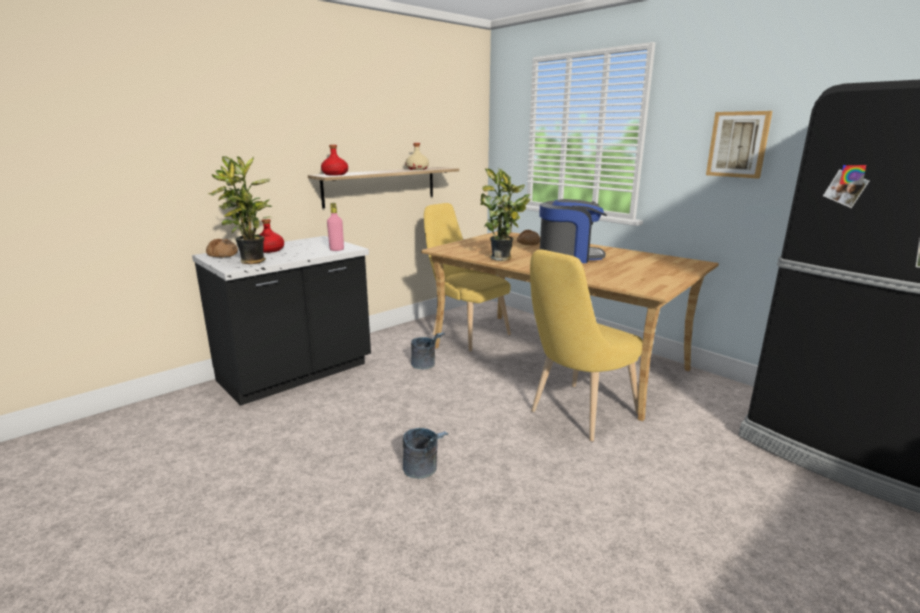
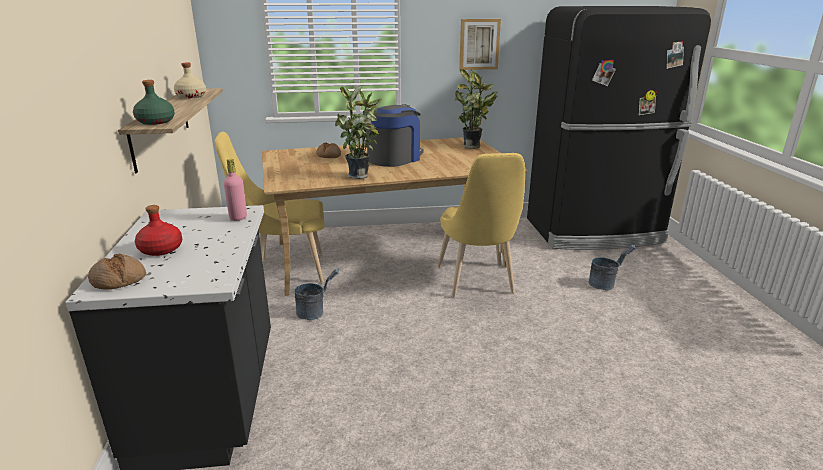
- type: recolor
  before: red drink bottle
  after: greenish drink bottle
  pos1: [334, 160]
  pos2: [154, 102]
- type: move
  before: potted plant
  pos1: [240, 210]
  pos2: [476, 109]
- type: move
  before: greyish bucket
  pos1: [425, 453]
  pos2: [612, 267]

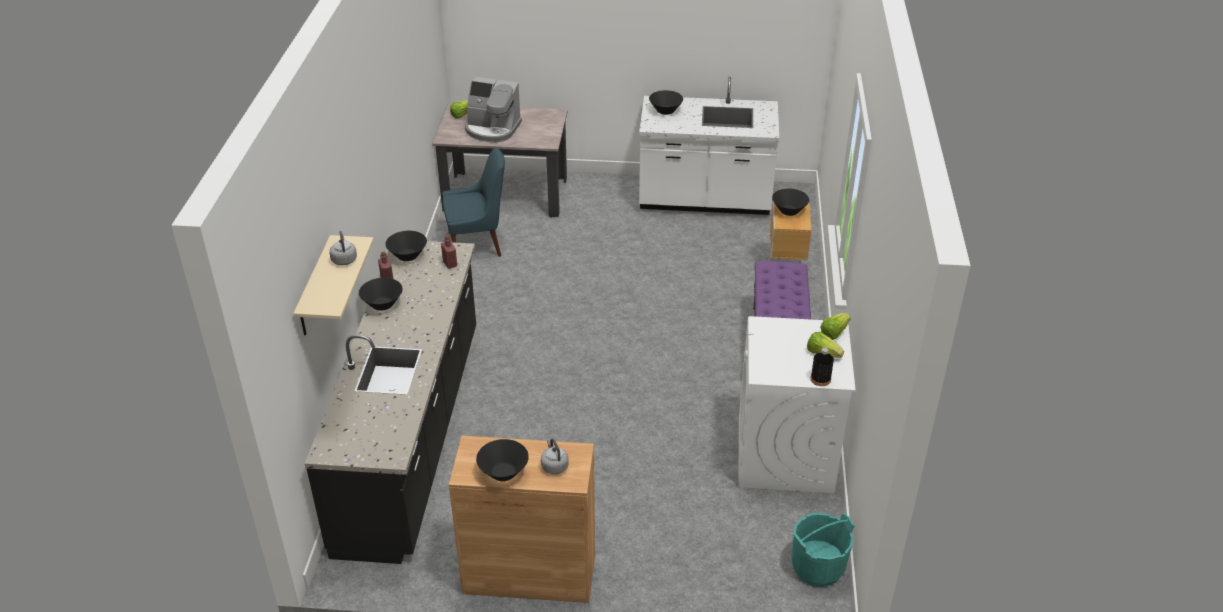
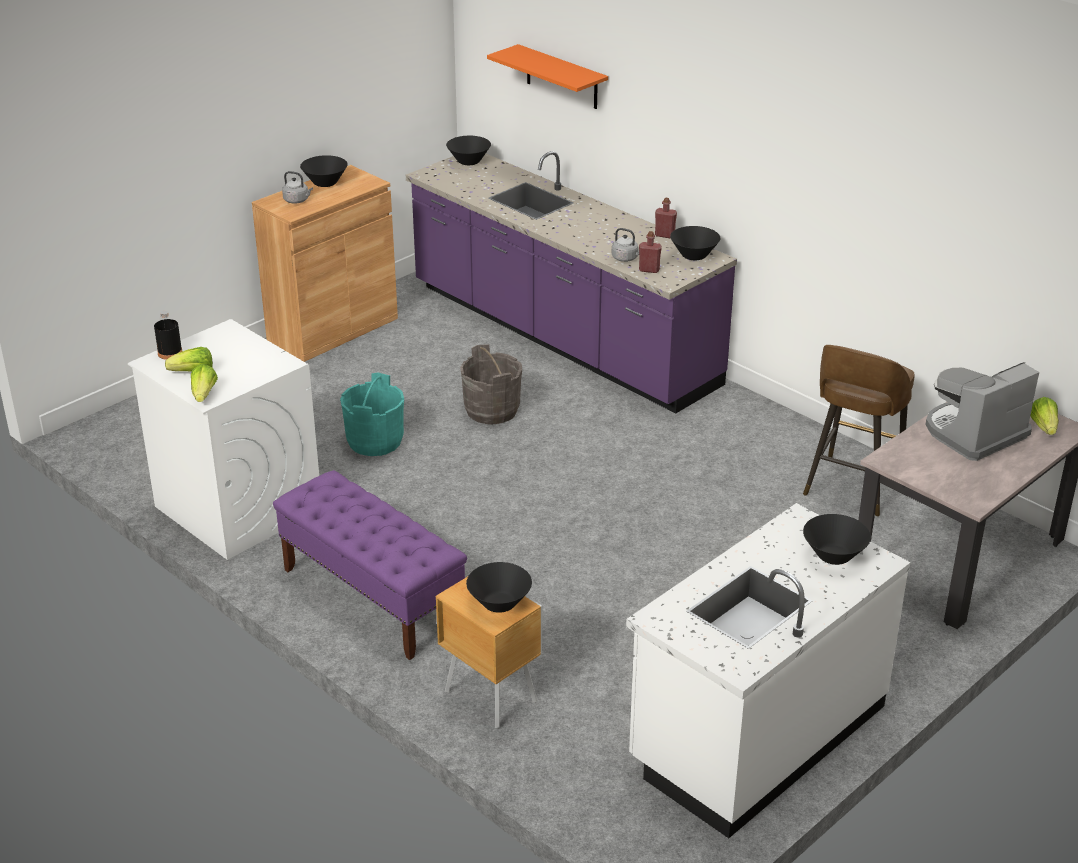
- type: move
  before: turquoise bucket
  pos1: [823, 550]
  pos2: [372, 414]
- type: recolor
  before: black kitchen base unit
  after: purple-coloured kitchen base unit
  pos1: [390, 402]
  pos2: [571, 282]
- type: move
  before: black deep dish
  pos1: [381, 294]
  pos2: [468, 150]
- type: insert
  after: greyish bucket
  pos2: [491, 384]
- type: recolor
  before: sand-coloured shelf
  after: orangey shelf
  pos1: [333, 285]
  pos2: [547, 76]
- type: move
  before: greyish kettle
  pos1: [343, 248]
  pos2: [625, 245]
- type: replace
  before: blue plain chair
  after: brown stool seat
  pos1: [473, 202]
  pos2: [859, 431]

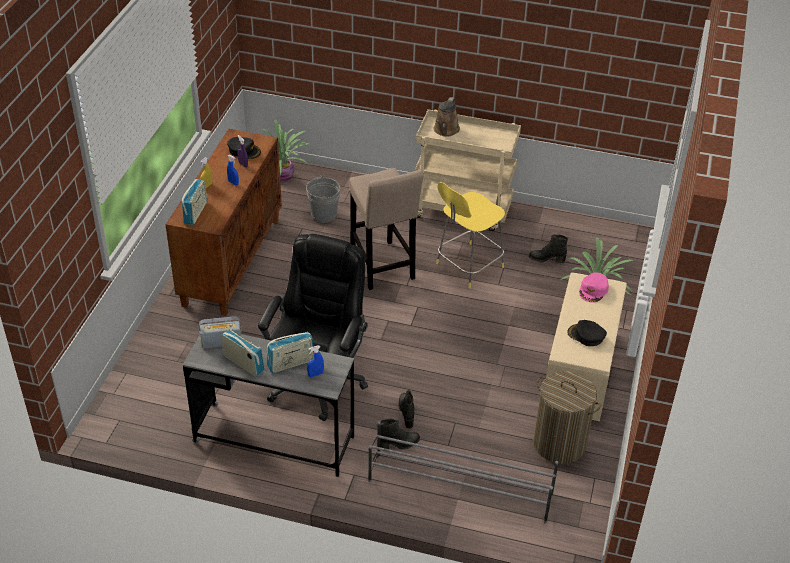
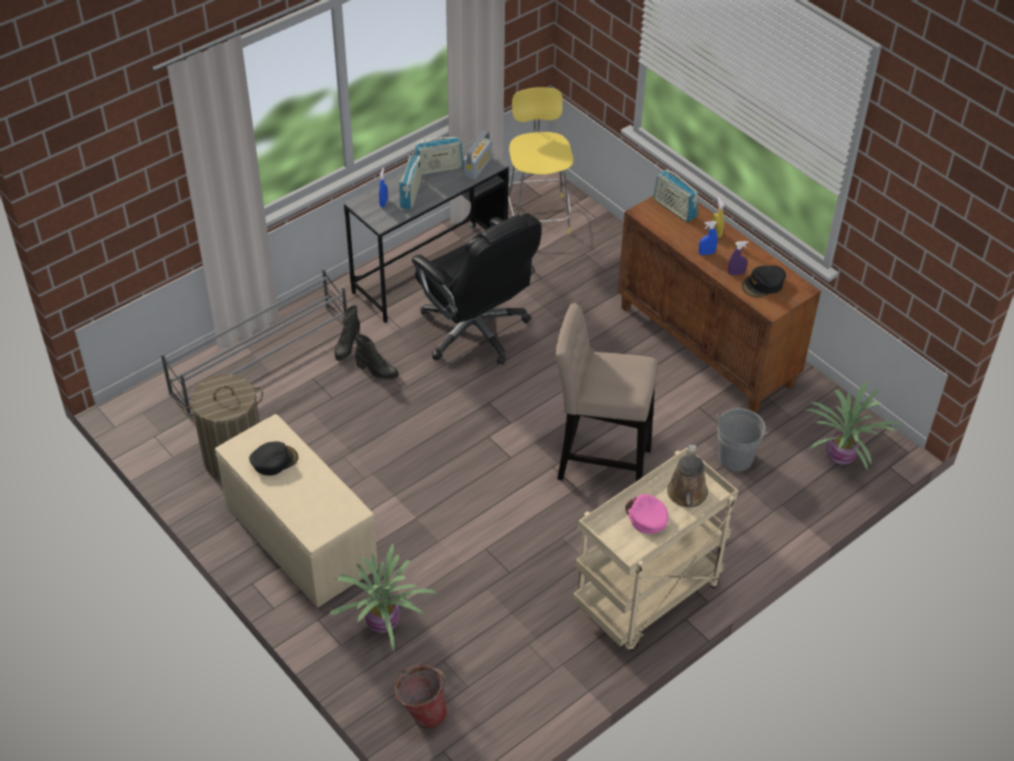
- type: insert
  after: bucket
  pos2: [420, 697]
- type: move
  before: yellowish stool seat
  pos1: [470, 235]
  pos2: [541, 160]
- type: move
  before: pinkish cap
  pos1: [594, 287]
  pos2: [647, 514]
- type: rotate
  before: brown sprinkling can
  pos1: [446, 117]
  pos2: [687, 476]
  turn: -135
- type: delete
  before: black tall boot
  pos1: [548, 248]

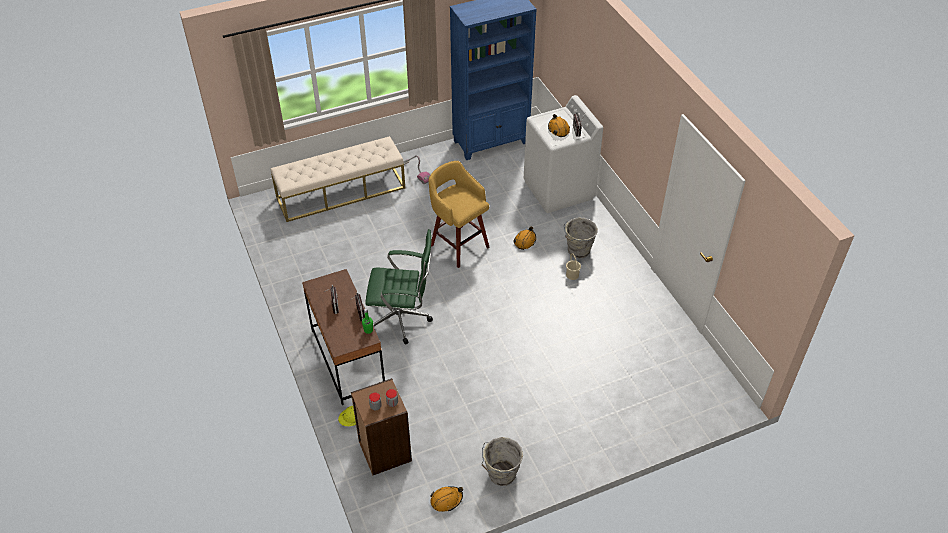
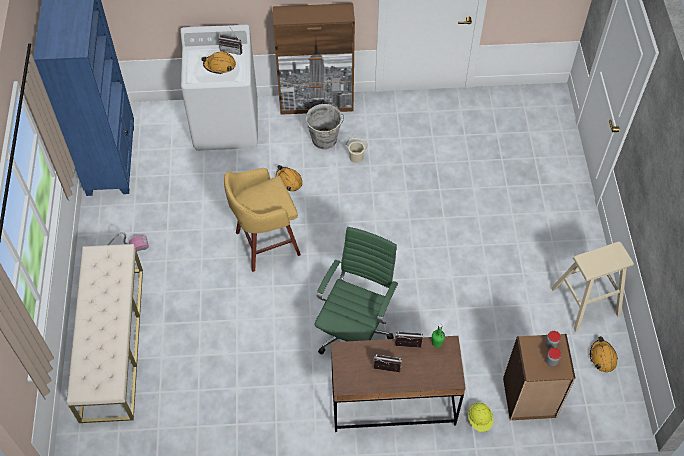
- type: insert
  after: brown cabinet
  pos2: [314, 59]
- type: replace
  before: greyish bucket
  after: sand-coloured stool seat
  pos1: [502, 461]
  pos2: [592, 286]

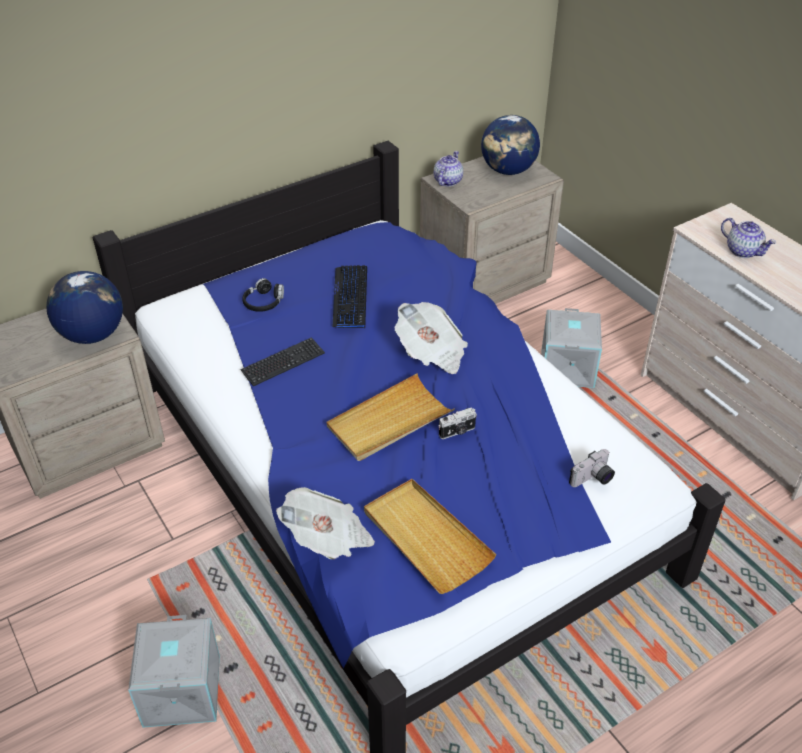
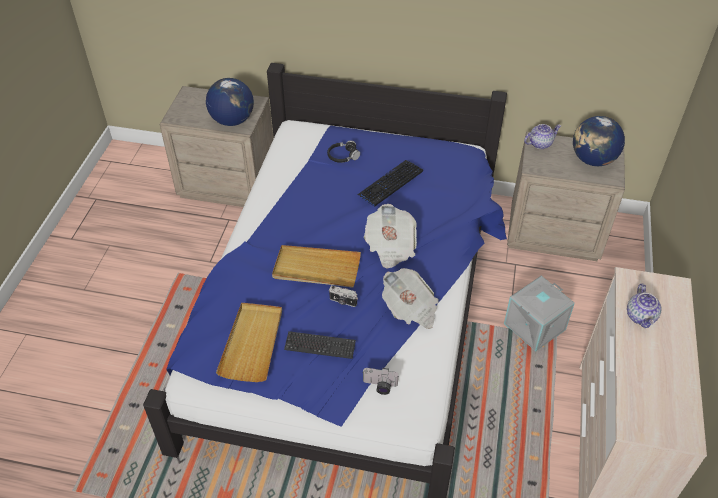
- type: move
  before: PC keyboard
  pos1: [283, 361]
  pos2: [320, 345]
- type: move
  before: printed paper
  pos1: [325, 523]
  pos2: [410, 298]
- type: delete
  before: greyish storage box
  pos1: [174, 671]

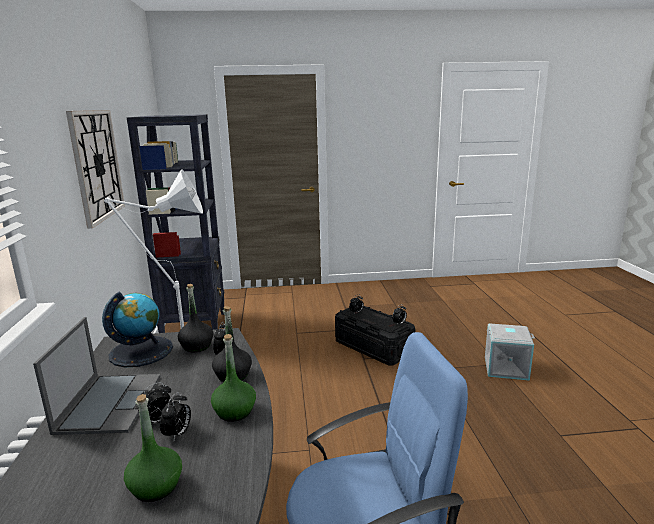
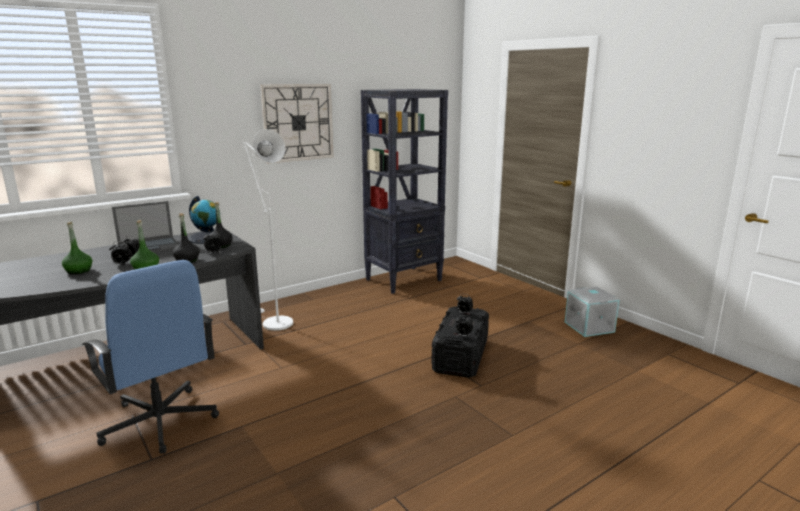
- type: move
  before: greyish storage box
  pos1: [510, 352]
  pos2: [592, 312]

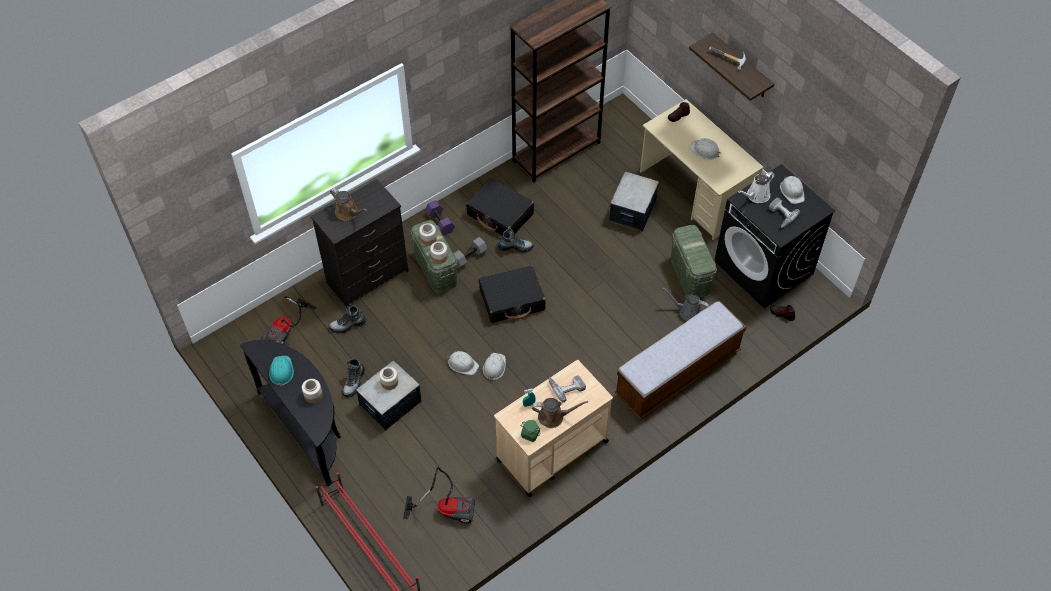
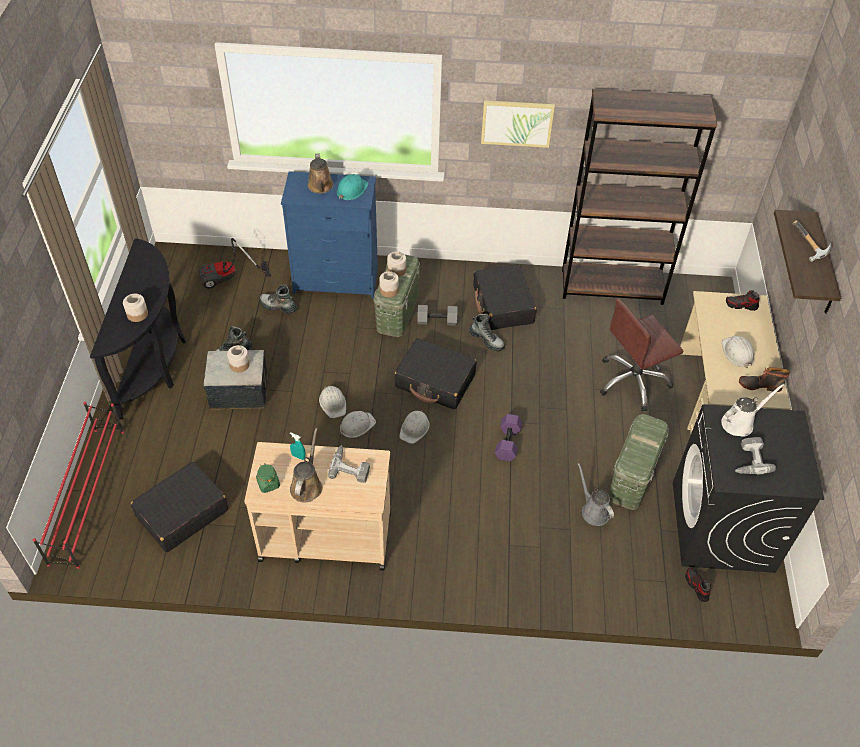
- type: replace
  before: hoover
  after: black travel case
  pos1: [439, 495]
  pos2: [179, 506]
- type: recolor
  before: black chest of drawers
  after: blue chest of drawers
  pos1: [360, 243]
  pos2: [329, 235]
- type: rotate
  before: brown sprinkling can
  pos1: [560, 413]
  pos2: [306, 465]
  turn: -120
- type: move
  before: turquoise safety helmet
  pos1: [281, 371]
  pos2: [353, 187]
- type: move
  before: white safety helmet
  pos1: [792, 190]
  pos2: [414, 427]
- type: insert
  after: wall picture
  pos2: [518, 124]
- type: move
  before: purple-coloured free weight
  pos1: [440, 218]
  pos2: [508, 438]
- type: replace
  before: storage box
  after: brown desk chair
  pos1: [634, 201]
  pos2: [642, 355]
- type: rotate
  before: white sprinkling can
  pos1: [756, 187]
  pos2: [753, 410]
  turn: 150
- type: insert
  after: tall boot
  pos2: [764, 379]
- type: delete
  before: long seat
  pos1: [680, 360]

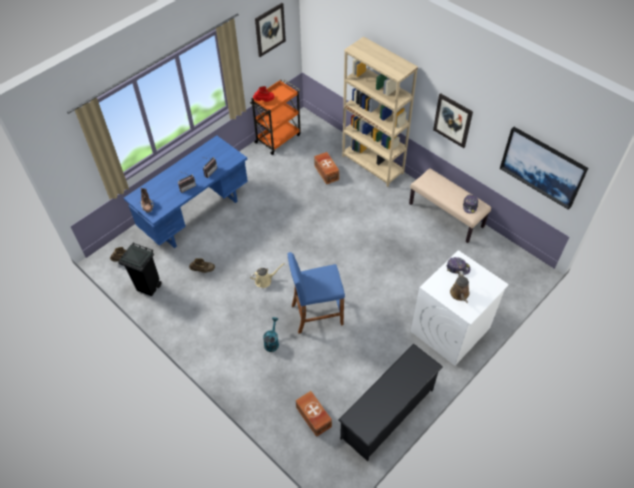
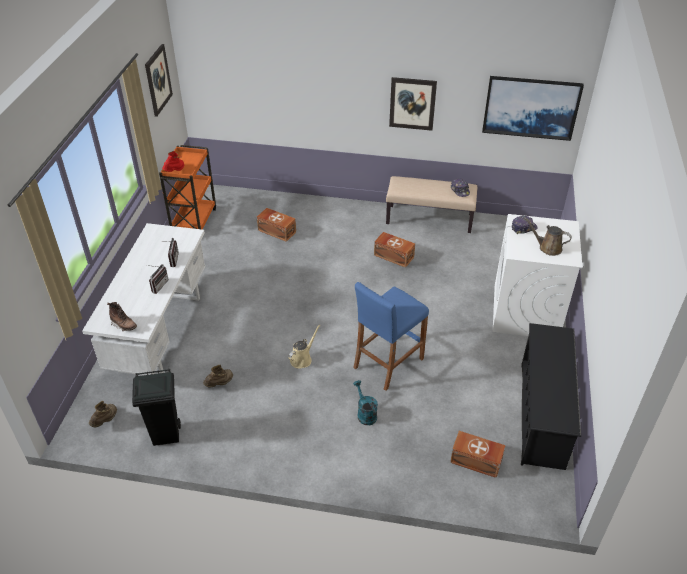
- type: recolor
  before: blue desk unit
  after: white desk unit
  pos1: [186, 192]
  pos2: [143, 299]
- type: insert
  after: brown storage box
  pos2: [394, 250]
- type: rotate
  before: brown sprinkling can
  pos1: [459, 287]
  pos2: [548, 236]
  turn: 150
- type: delete
  before: sand-coloured shelving unit
  pos1: [380, 112]

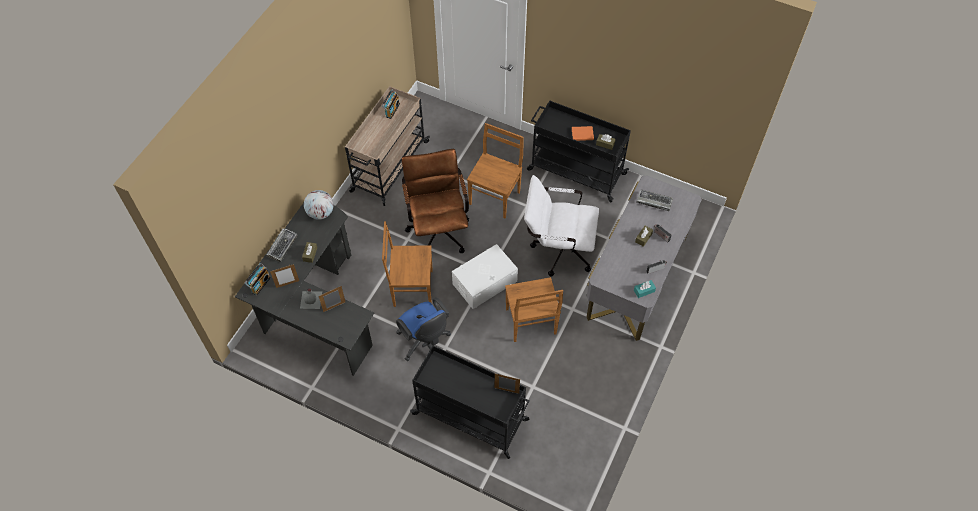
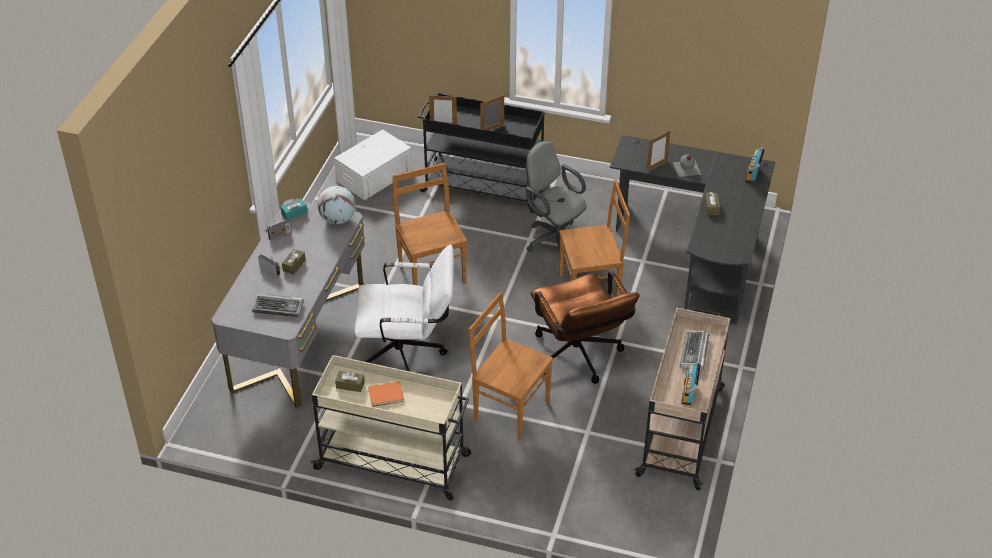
- type: recolor
  before: black cart
  after: sand-coloured cart
  pos1: [579, 152]
  pos2: [391, 427]
- type: move
  before: world globe
  pos1: [319, 205]
  pos2: [336, 205]
- type: move
  before: white storage box
  pos1: [485, 276]
  pos2: [373, 164]
- type: rotate
  before: brown plain chair
  pos1: [495, 170]
  pos2: [511, 366]
  turn: 105
- type: move
  before: photo frame
  pos1: [284, 276]
  pos2: [492, 112]
- type: recolor
  before: blue desk chair
  after: greyish desk chair
  pos1: [423, 329]
  pos2: [556, 202]
- type: move
  before: PC keyboard
  pos1: [282, 245]
  pos2: [694, 350]

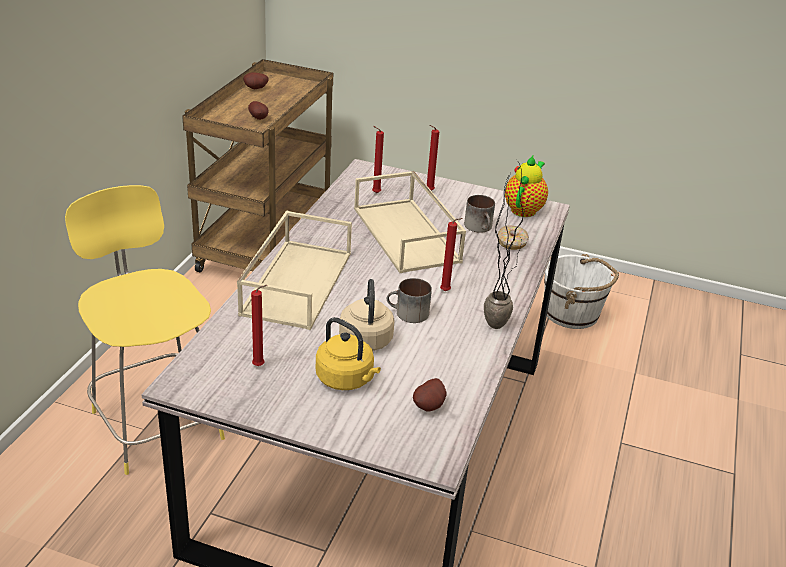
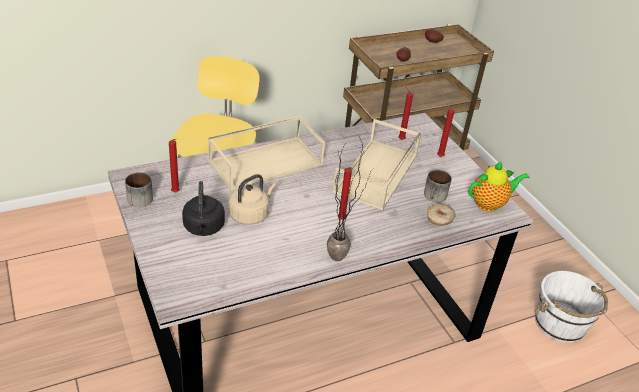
- type: move
  before: tea mug
  pos1: [409, 300]
  pos2: [139, 189]
- type: recolor
  before: yellowish kettle
  after: black kettle
  pos1: [348, 353]
  pos2: [203, 208]
- type: delete
  before: whole potato
  pos1: [429, 394]

